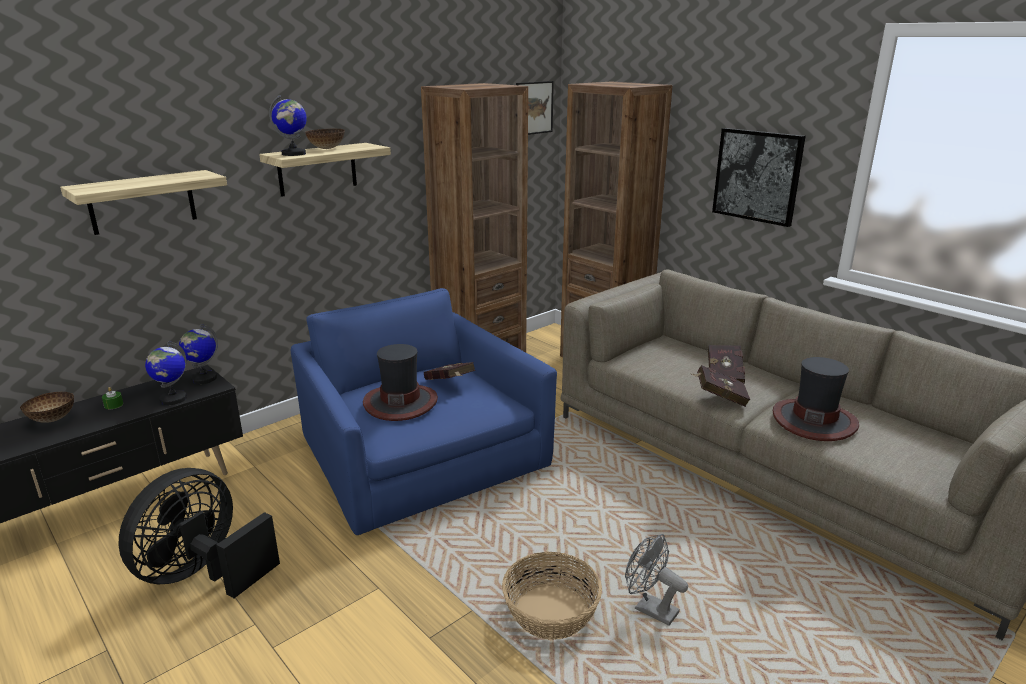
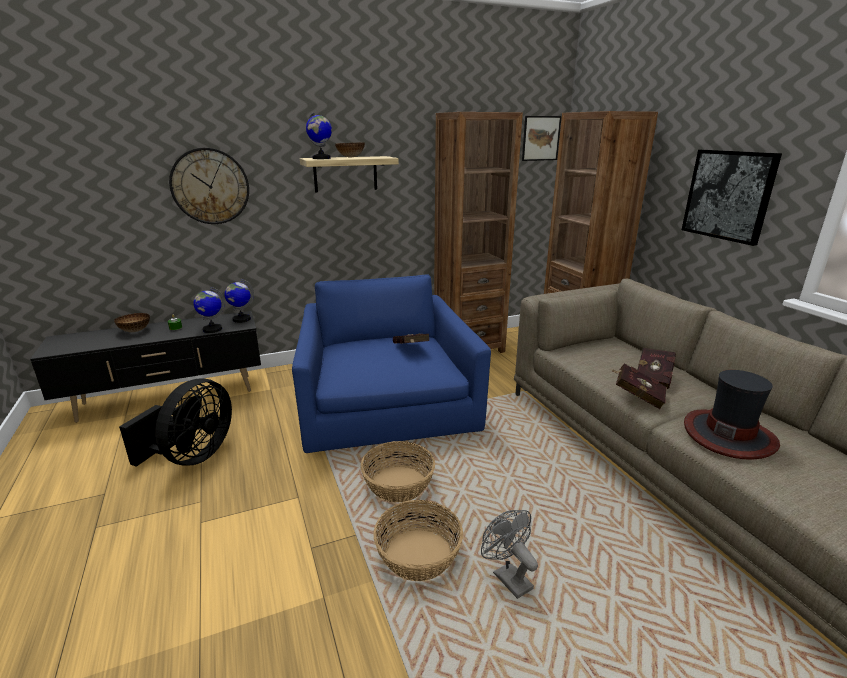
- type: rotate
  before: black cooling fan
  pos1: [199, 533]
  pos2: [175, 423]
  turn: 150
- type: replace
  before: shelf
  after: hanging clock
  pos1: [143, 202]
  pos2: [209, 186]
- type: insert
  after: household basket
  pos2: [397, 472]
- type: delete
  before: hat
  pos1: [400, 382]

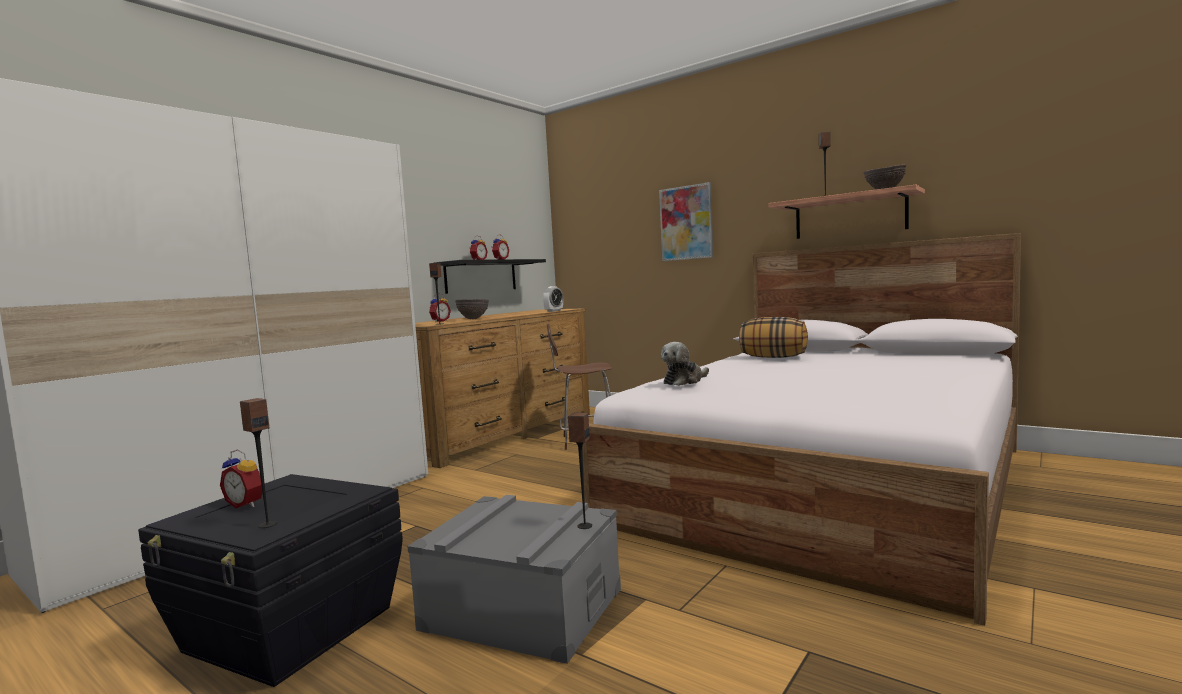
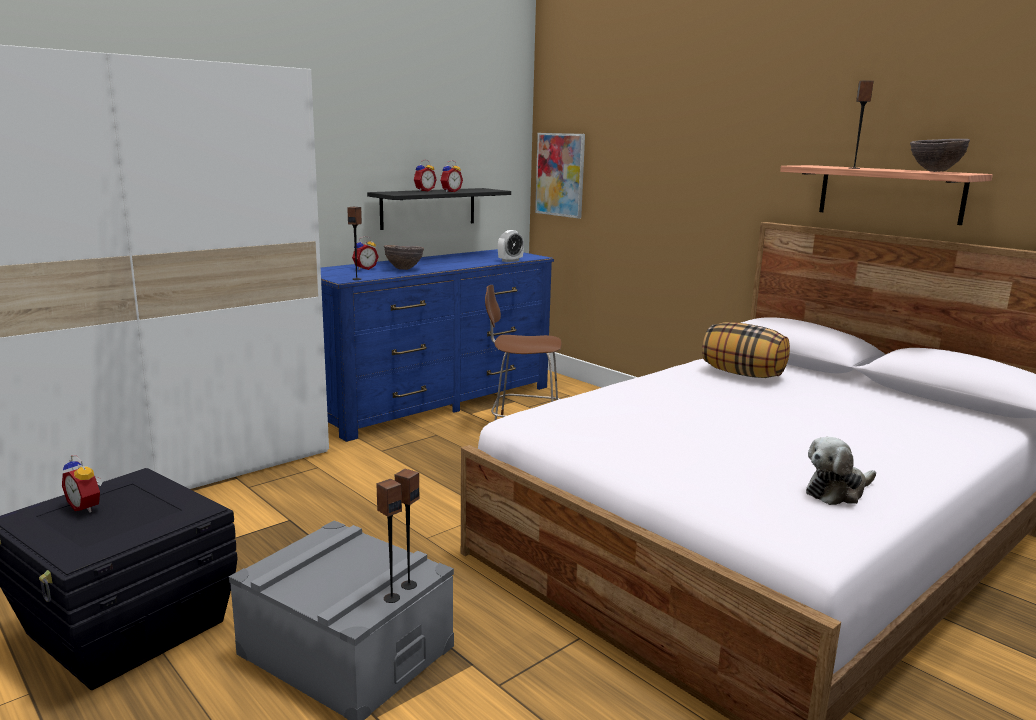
- type: recolor
  before: brown chest of drawers
  after: blue chest of drawers
  pos1: [502, 388]
  pos2: [437, 345]
- type: move
  before: audio speaker
  pos1: [258, 463]
  pos2: [389, 541]
- type: move
  before: wall picture
  pos1: [686, 221]
  pos2: [560, 175]
- type: move
  before: cuddly toy
  pos1: [685, 364]
  pos2: [841, 471]

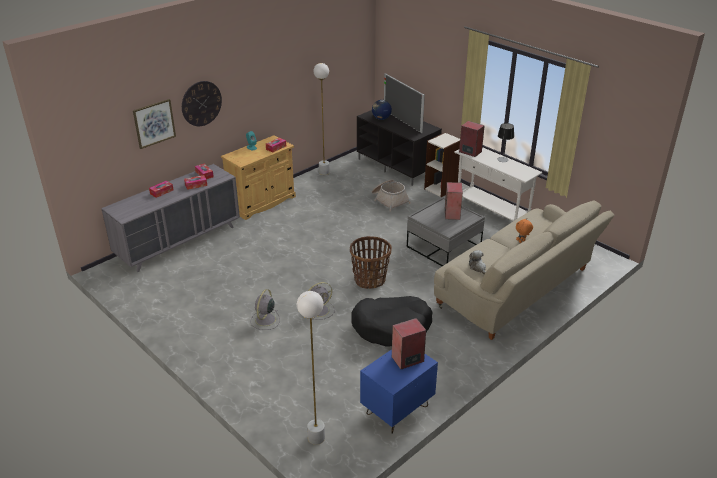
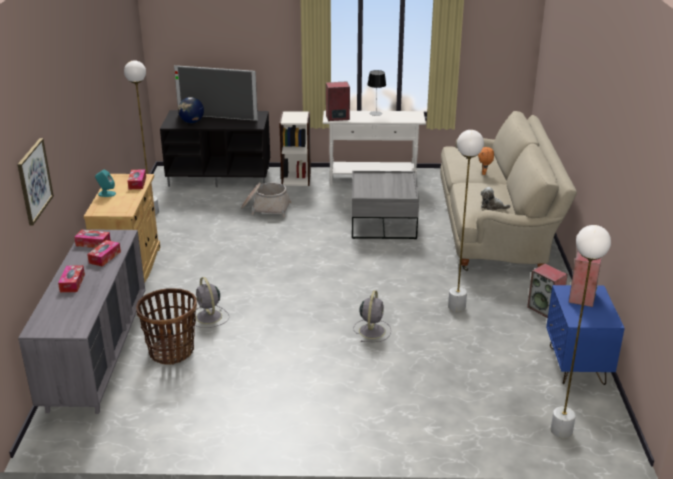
- type: move
  before: household basket
  pos1: [371, 262]
  pos2: [166, 326]
- type: move
  before: greyish cooling fan
  pos1: [265, 309]
  pos2: [212, 302]
- type: replace
  before: black pet bed
  after: white standard lamp
  pos1: [392, 321]
  pos2: [466, 221]
- type: move
  before: audio speaker
  pos1: [454, 201]
  pos2: [547, 291]
- type: delete
  before: hanging clock
  pos1: [202, 103]

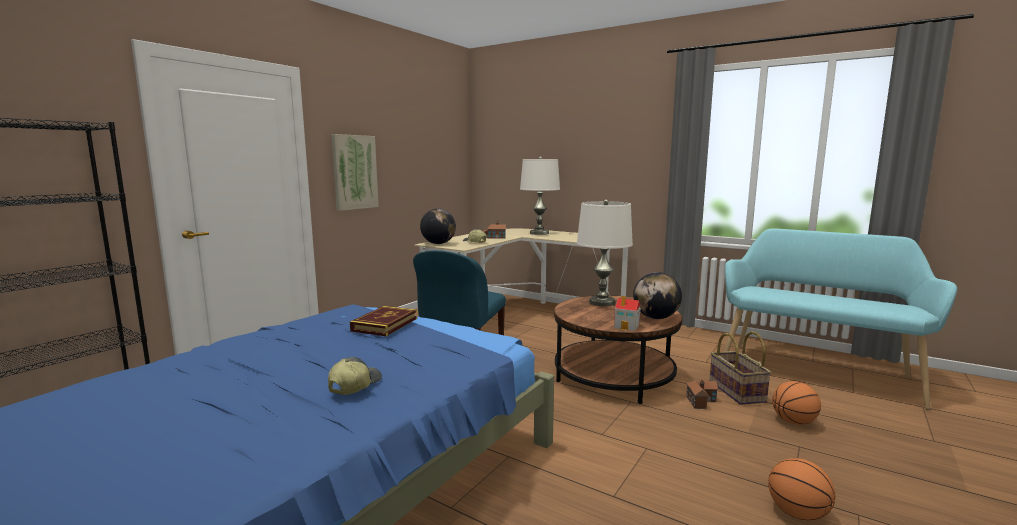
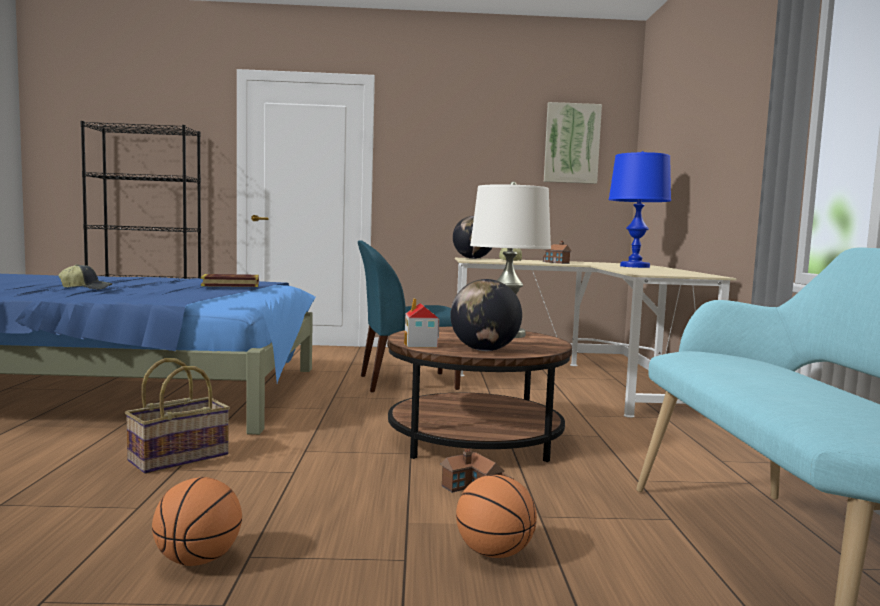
- type: move
  before: household basket
  pos1: [740, 368]
  pos2: [177, 416]
- type: move
  before: wall picture
  pos1: [355, 172]
  pos2: [573, 143]
- type: recolor
  before: white lamp for a table
  after: blue lamp for a table
  pos1: [540, 195]
  pos2: [640, 209]

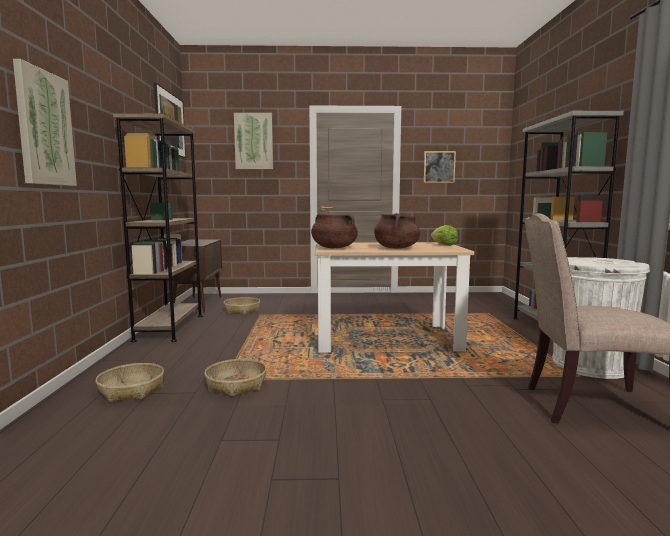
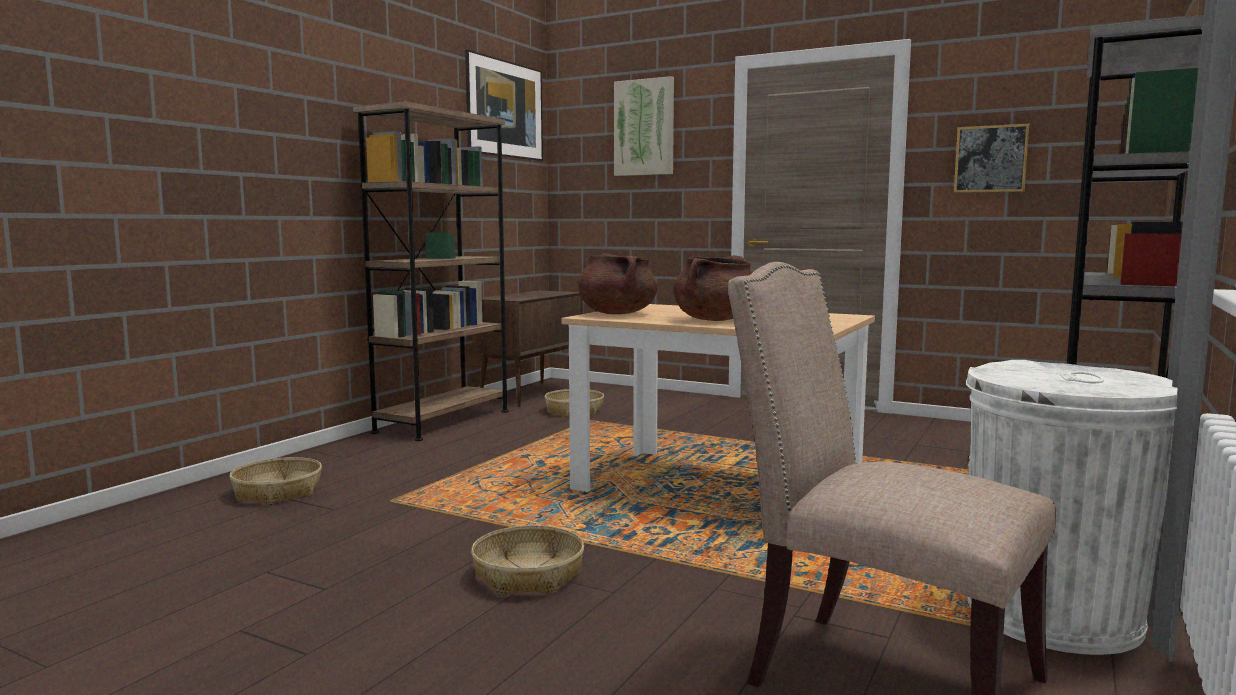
- type: move
  before: household basket
  pos1: [235, 378]
  pos2: [527, 560]
- type: delete
  before: wall picture
  pos1: [45, 122]
- type: delete
  before: lettuce head
  pos1: [444, 235]

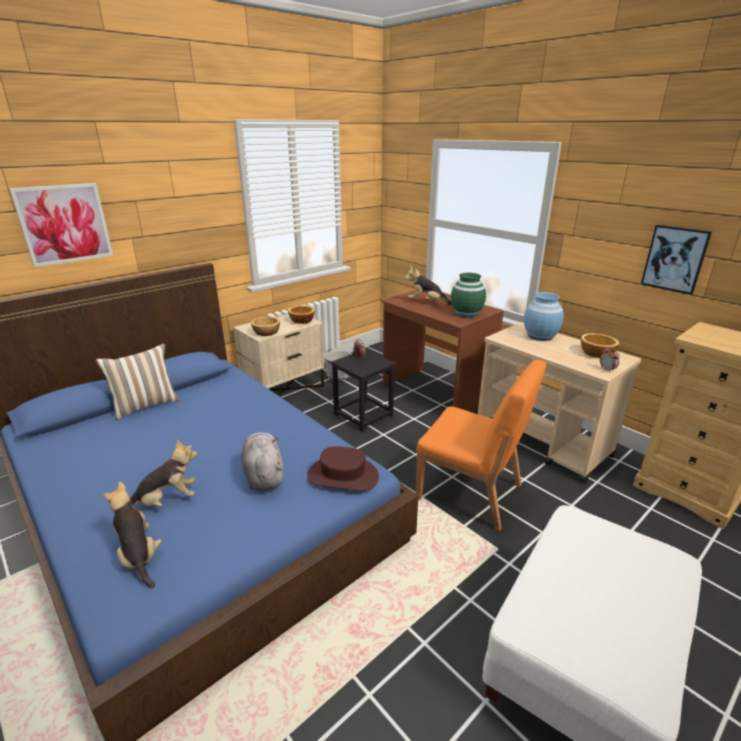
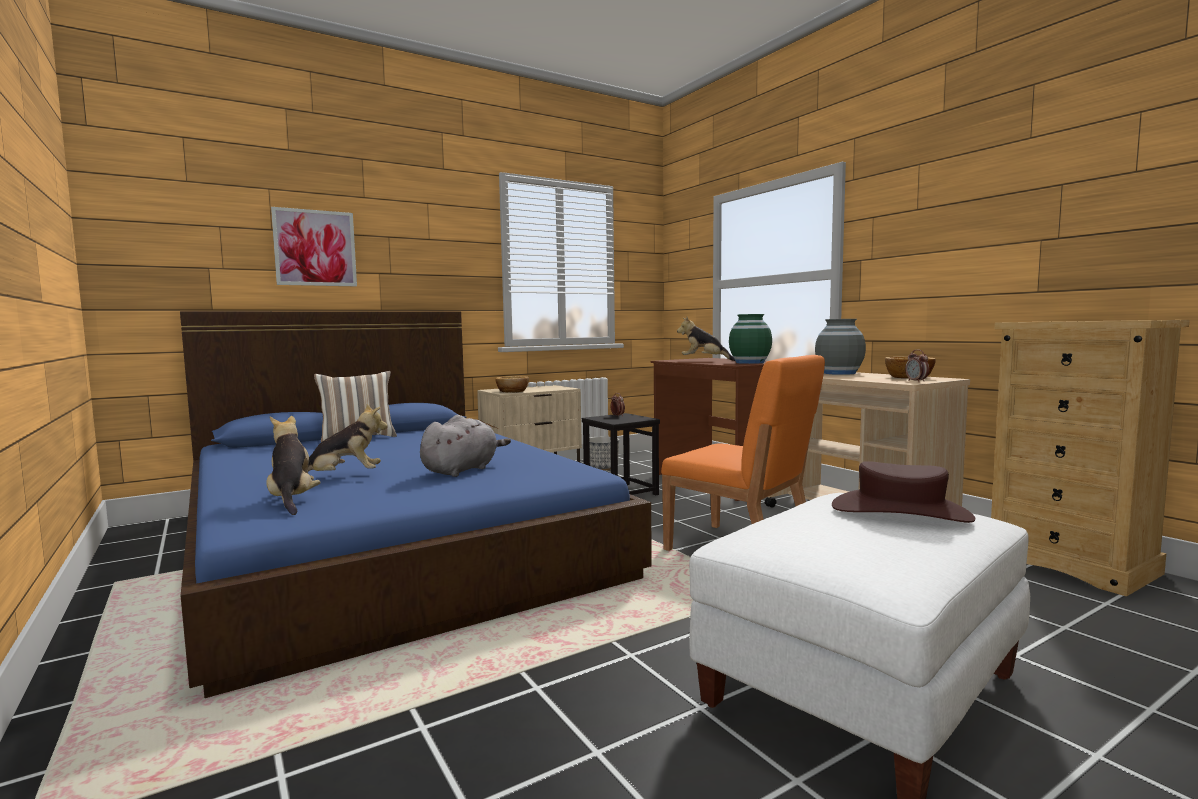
- type: rotate
  before: greyish cuddly toy
  pos1: [262, 461]
  pos2: [465, 446]
  turn: 45
- type: recolor
  before: blue vase
  after: greyish vase
  pos1: [544, 316]
  pos2: [840, 347]
- type: move
  before: brown hat
  pos1: [343, 468]
  pos2: [903, 492]
- type: delete
  before: deep dish
  pos1: [301, 315]
- type: delete
  before: wall picture
  pos1: [676, 260]

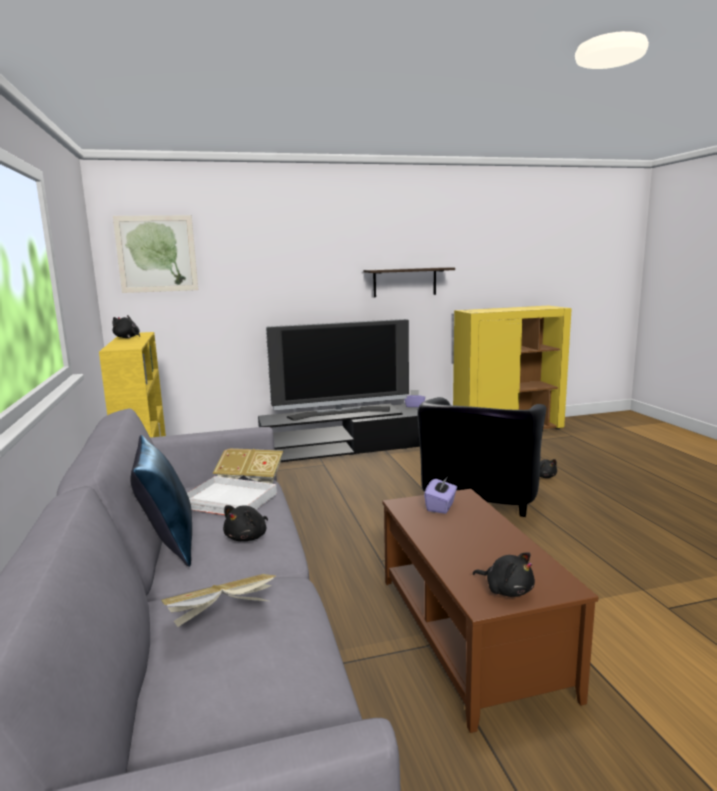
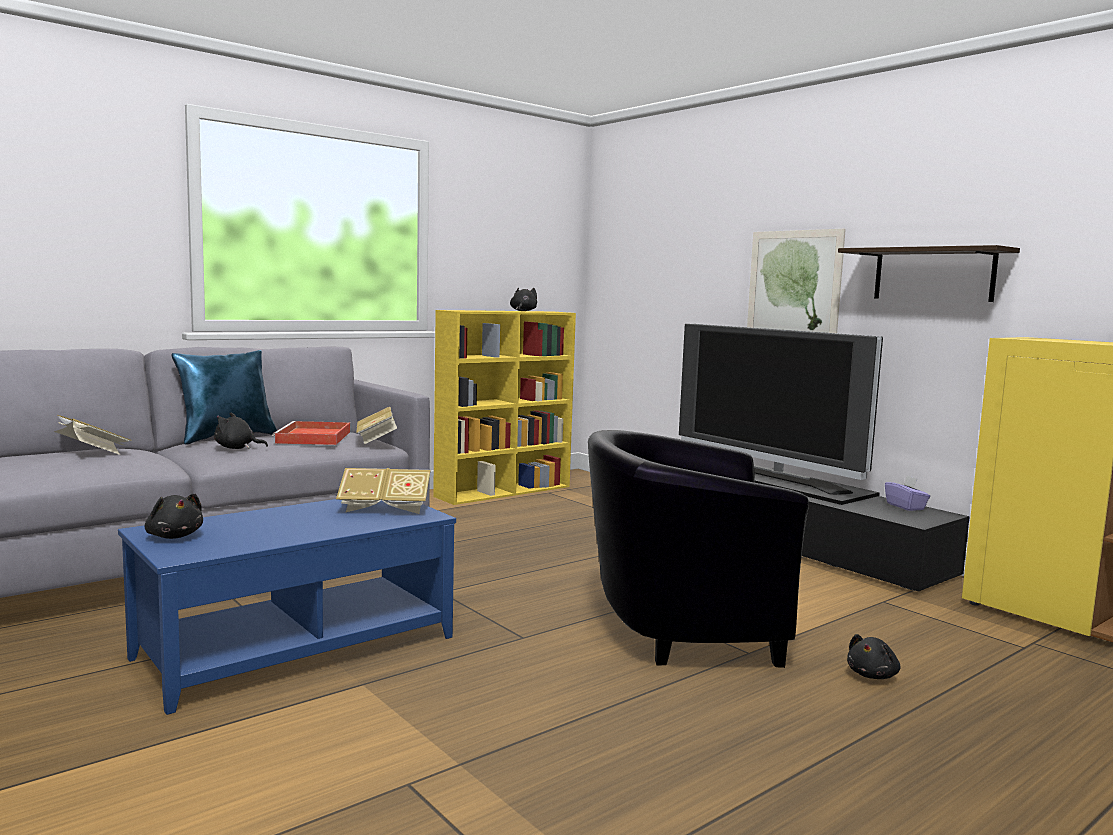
- type: recolor
  before: brown low table
  after: blue low table
  pos1: [491, 611]
  pos2: [287, 607]
- type: rotate
  before: black cuddly toy
  pos1: [504, 574]
  pos2: [174, 516]
  turn: -60
- type: recolor
  before: white carrying tray
  after: red carrying tray
  pos1: [232, 495]
  pos2: [311, 433]
- type: replace
  before: purple-coloured tissue holder
  after: volume
  pos1: [440, 495]
  pos2: [383, 491]
- type: move
  before: wall picture
  pos1: [155, 254]
  pos2: [796, 281]

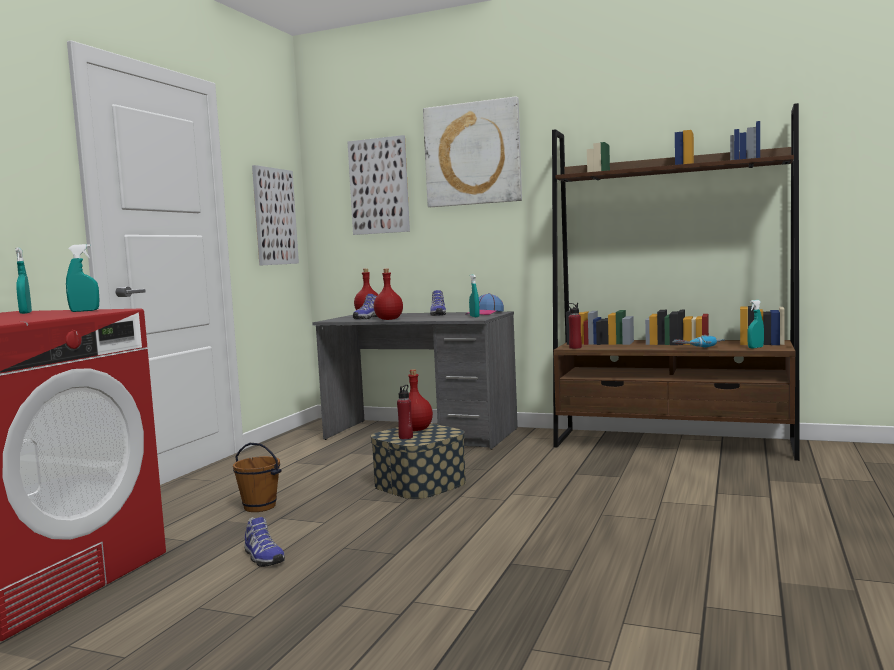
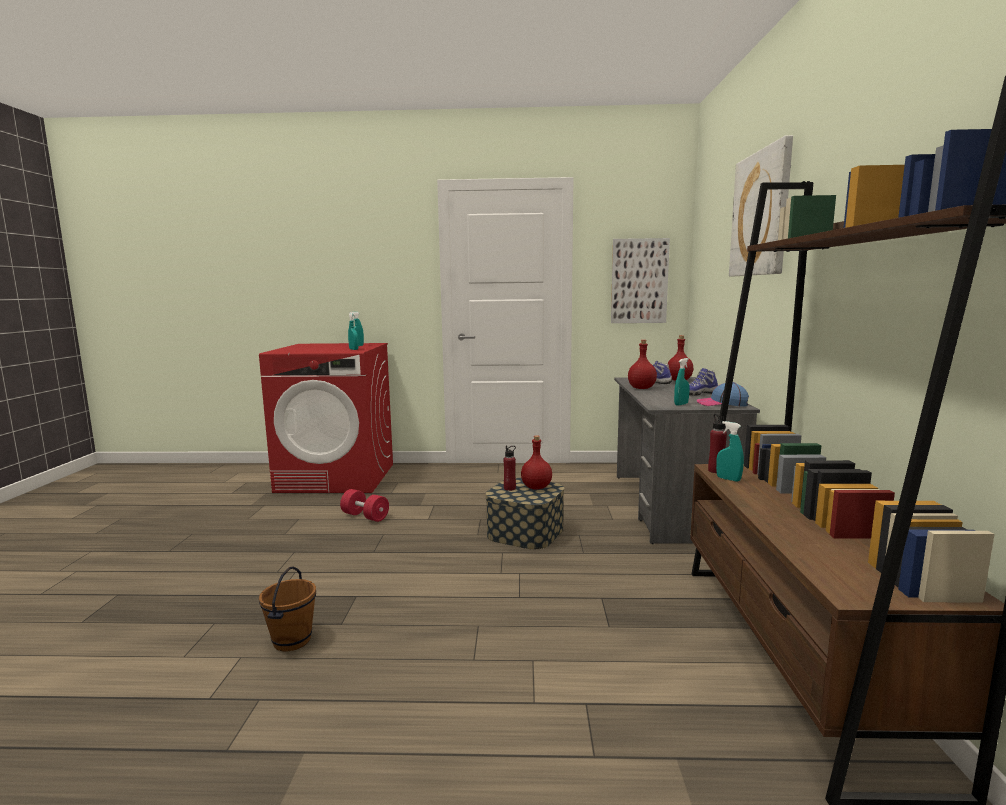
- type: move
  before: brown bucket
  pos1: [257, 477]
  pos2: [287, 609]
- type: replace
  before: shoe
  after: red free weight
  pos1: [265, 542]
  pos2: [364, 505]
- type: move
  before: turquoise sprayer
  pos1: [755, 324]
  pos2: [730, 451]
- type: delete
  before: wall picture
  pos1: [379, 185]
- type: delete
  before: electric drill
  pos1: [698, 341]

